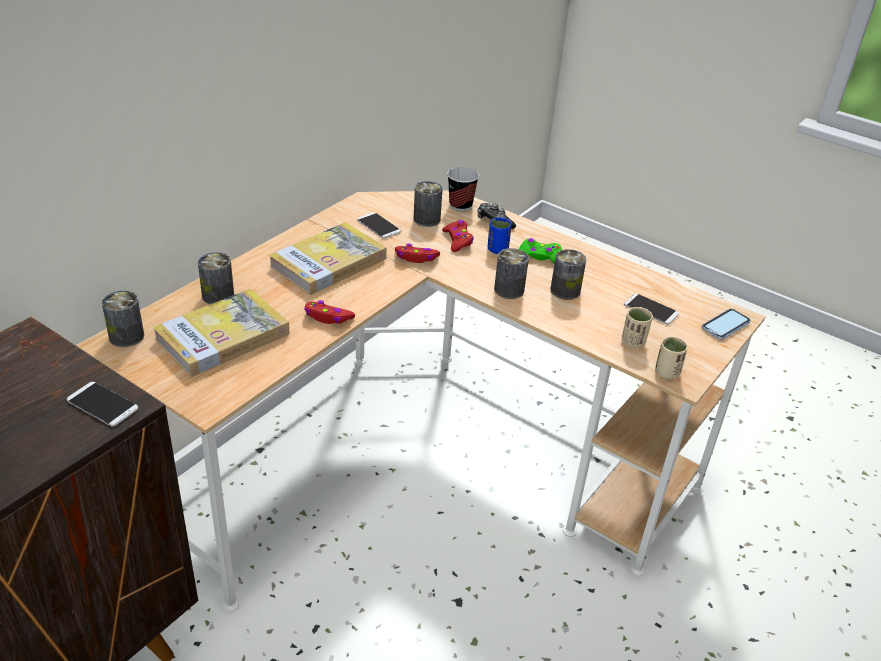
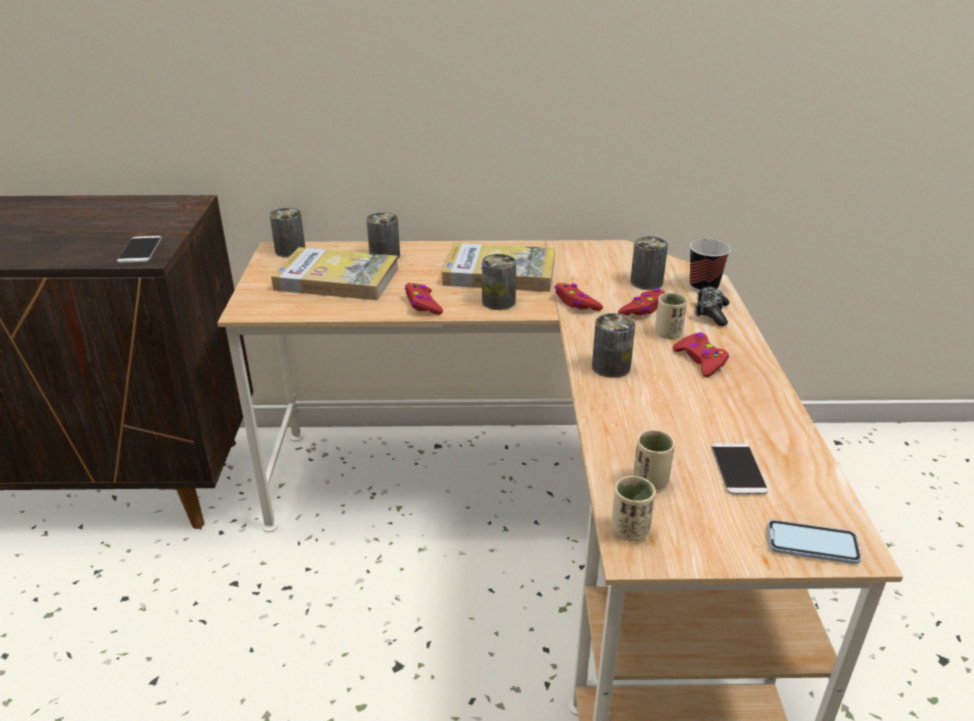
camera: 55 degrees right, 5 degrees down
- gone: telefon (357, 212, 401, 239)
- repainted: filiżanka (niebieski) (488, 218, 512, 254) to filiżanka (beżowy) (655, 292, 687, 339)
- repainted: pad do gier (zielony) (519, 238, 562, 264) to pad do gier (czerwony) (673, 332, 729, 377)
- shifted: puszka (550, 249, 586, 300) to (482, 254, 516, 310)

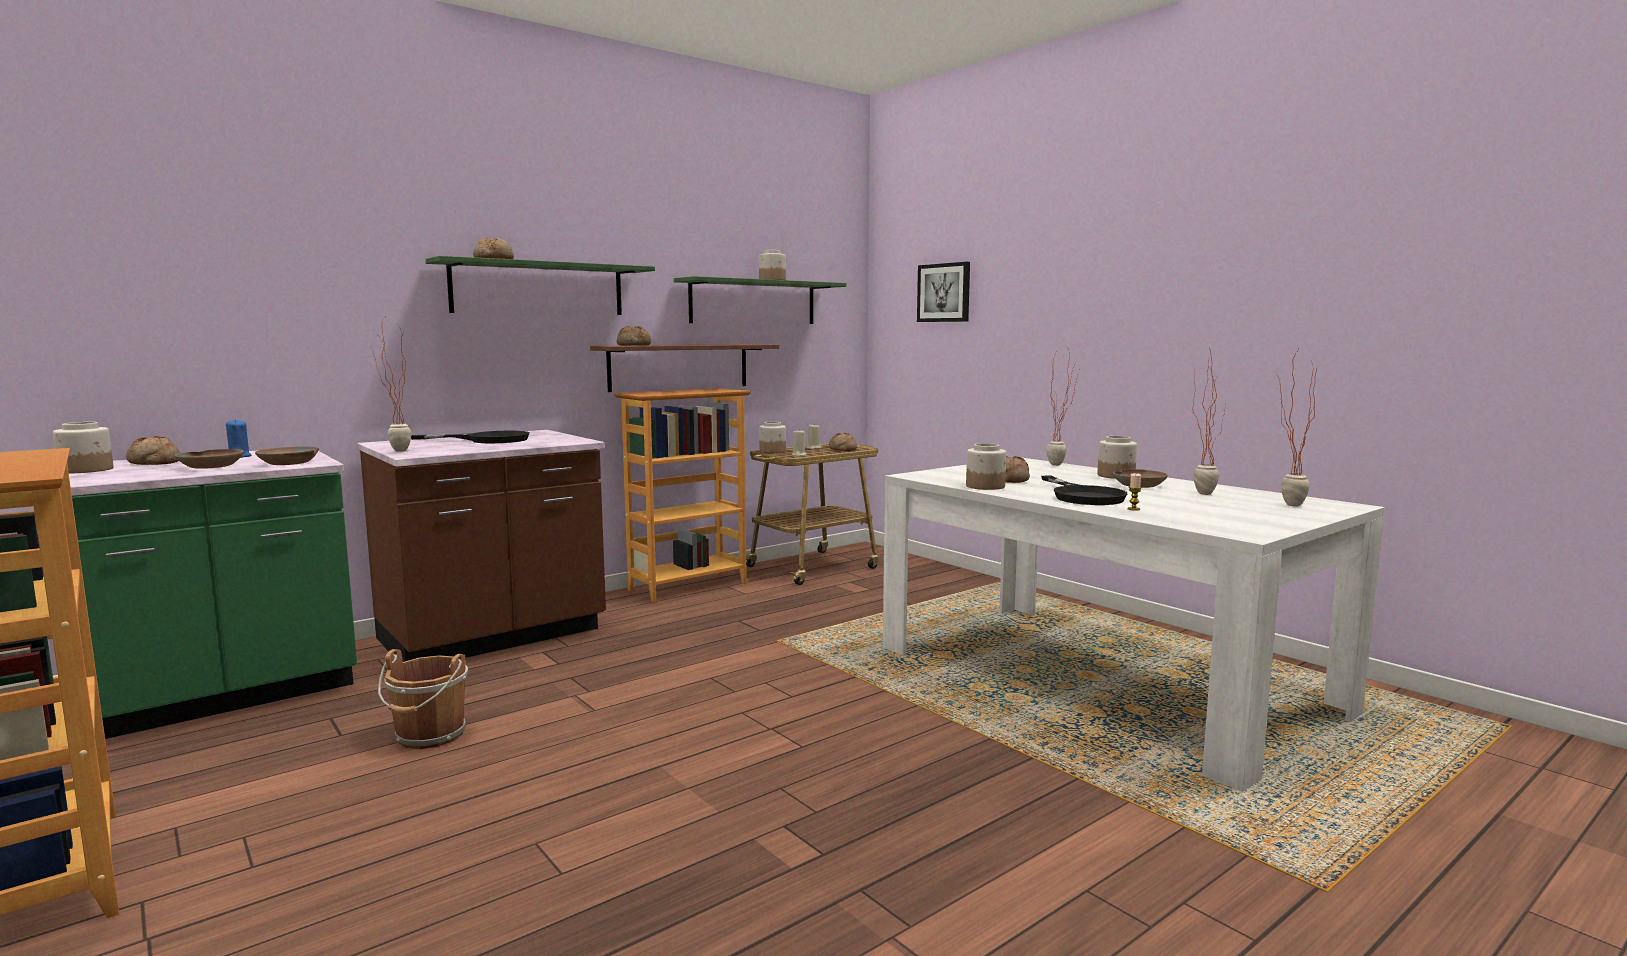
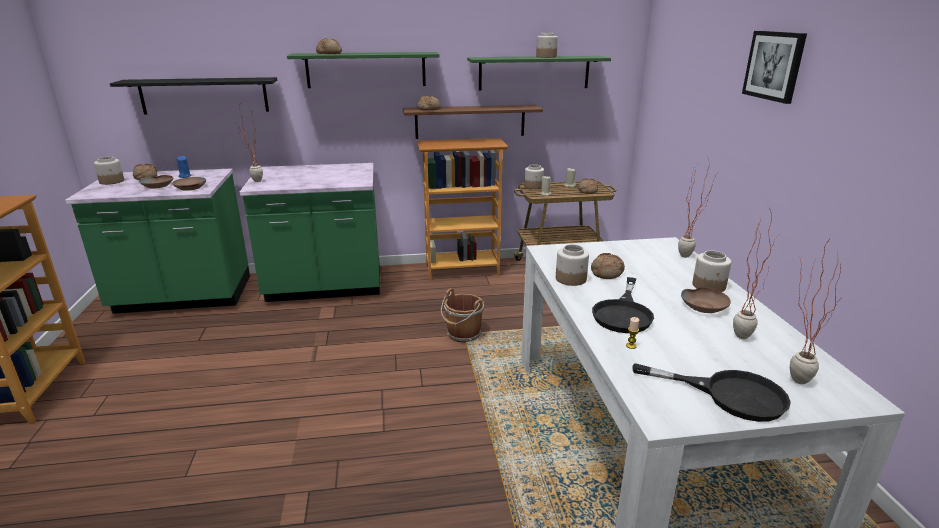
camera: 30 degrees right, 15 degrees up
- repainted: zabudowa kuchenna (brązowy) (357, 430, 606, 662) to zabudowa kuchenna (zielony) (240, 163, 380, 302)
- shifted: wiadro (brązowy) (378, 649, 468, 749) to (441, 288, 484, 343)
- shifted: patelnia (czarny) (411, 431, 530, 443) to (632, 363, 791, 422)
- shifted: obraz (917, 262, 970, 322) to (742, 31, 807, 104)
- new: półka (czarny) (110, 77, 277, 115)

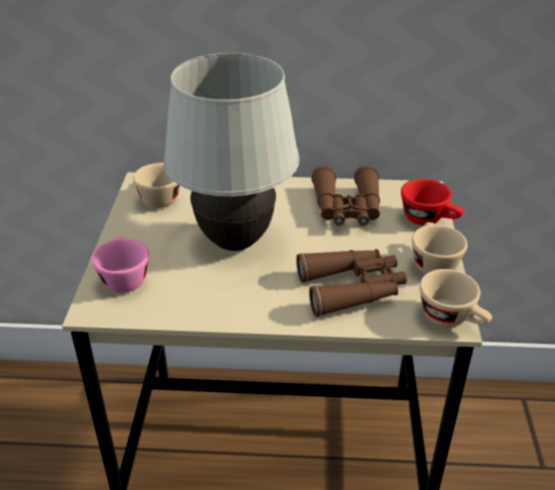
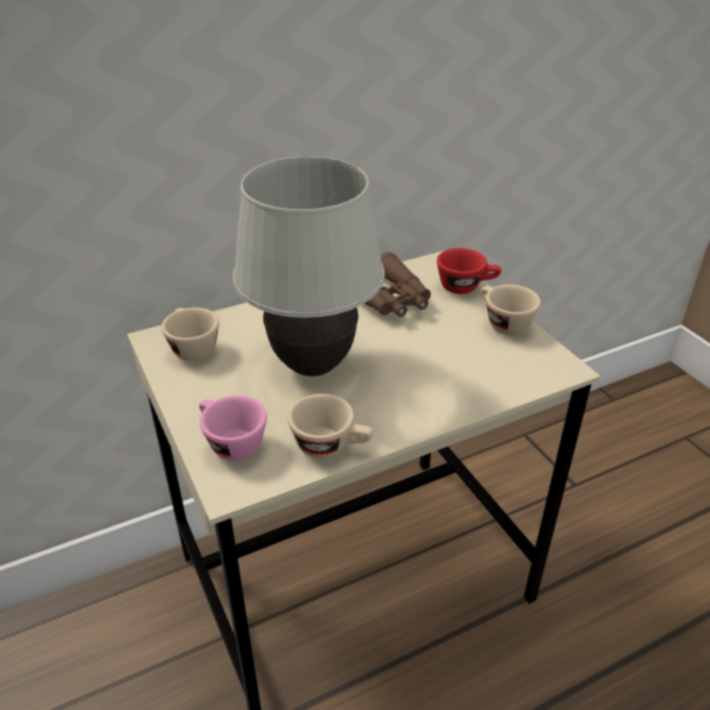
camera: 30 degrees left, 0 degrees up
- gone: lornetka (brązowy) (296, 249, 407, 317)
- shifted: filiżanka (beżowy) (419, 269, 492, 327) to (288, 394, 374, 459)

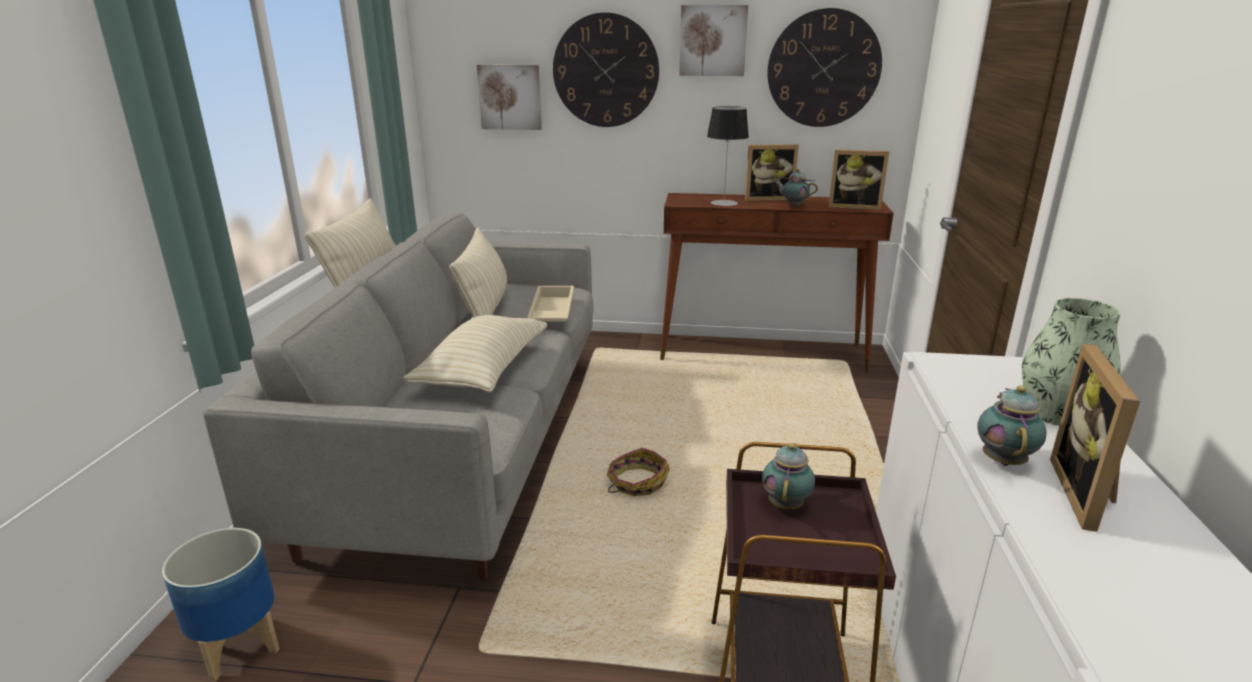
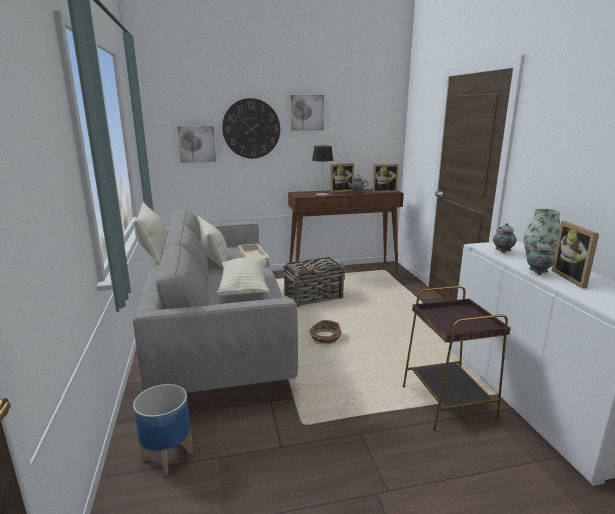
camera: 20 degrees left, 5 degrees down
- shifted: imbryk (762, 443, 815, 509) to (493, 223, 517, 253)
- gone: zegar ścienny (767, 8, 882, 127)
- new: koszyk (283, 257, 345, 307)

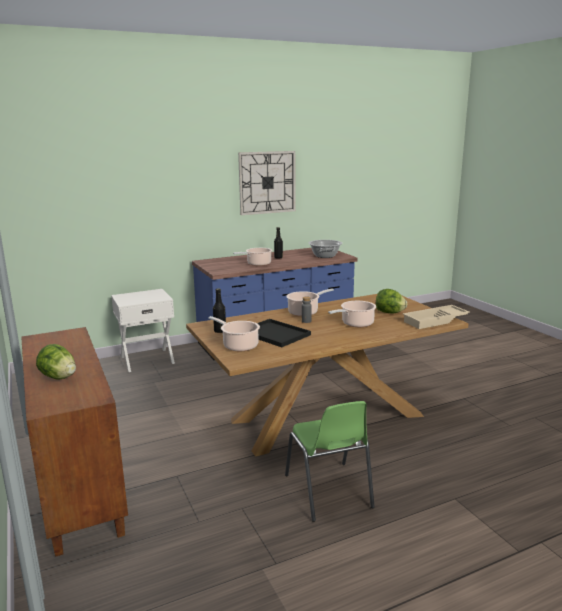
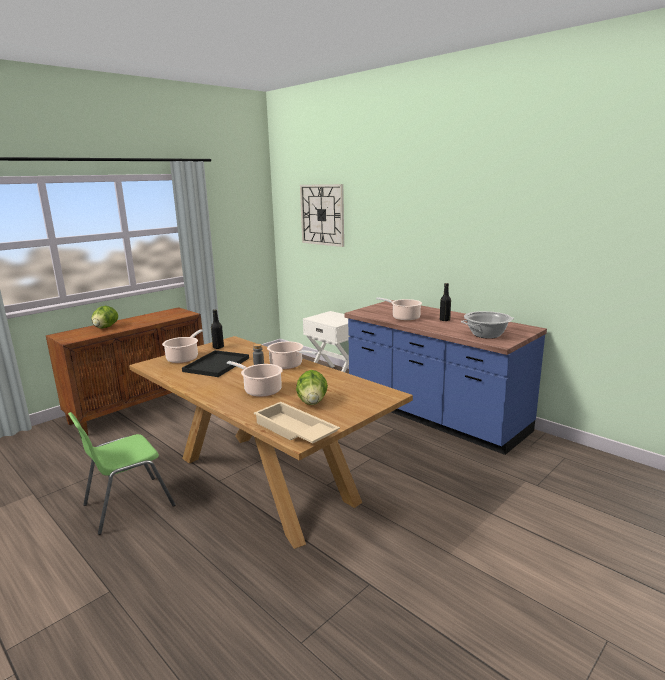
camera: 70 degrees right, 0 degrees up
- shifted: zegar ścienny (238, 151, 295, 215) to (300, 184, 344, 247)

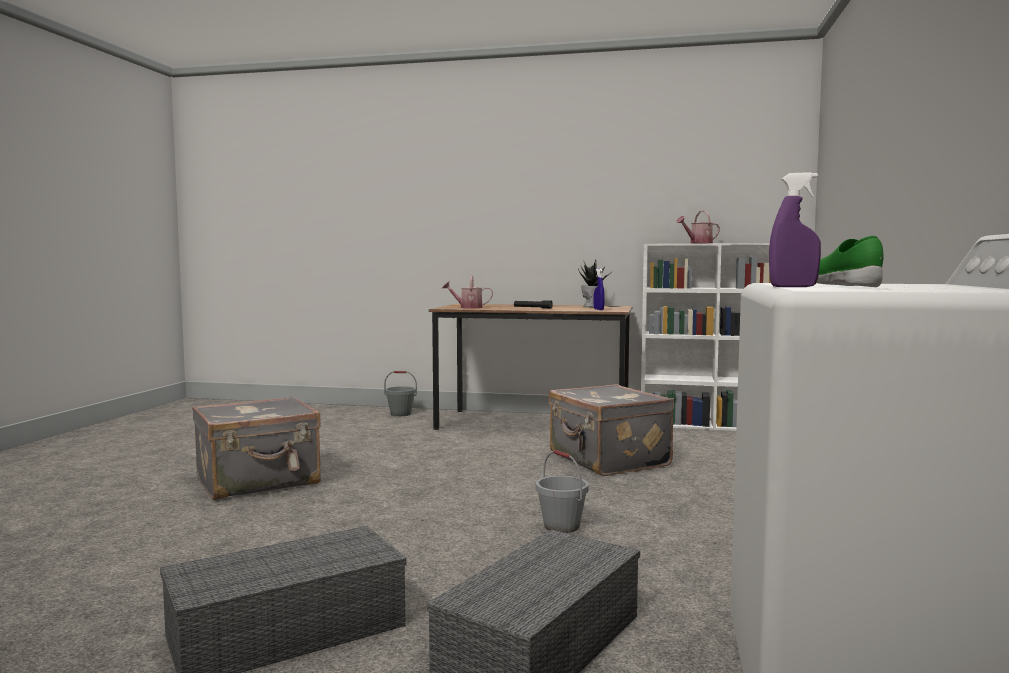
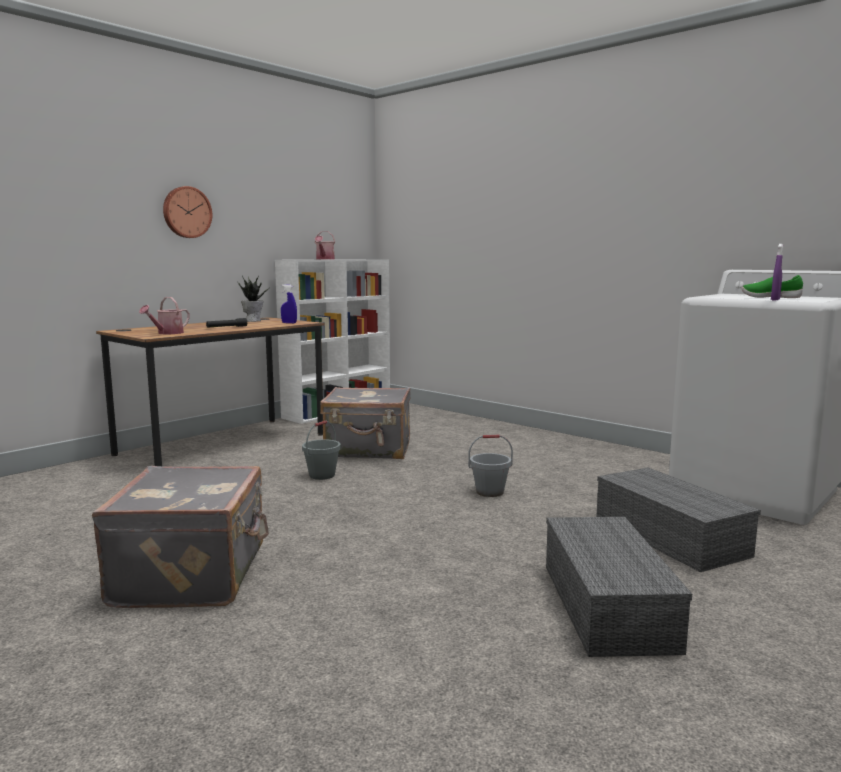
camera: 60 degrees left, 5 degrees up
- shifted: wiadro (szary) (384, 371, 417, 416) to (302, 421, 341, 480)
- new: zegar ścienny (163, 186, 212, 238)

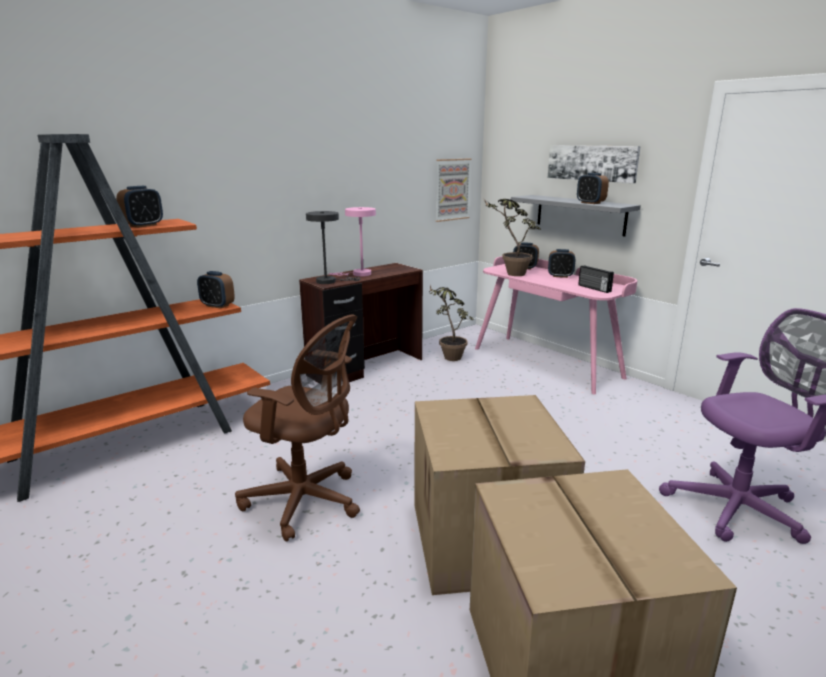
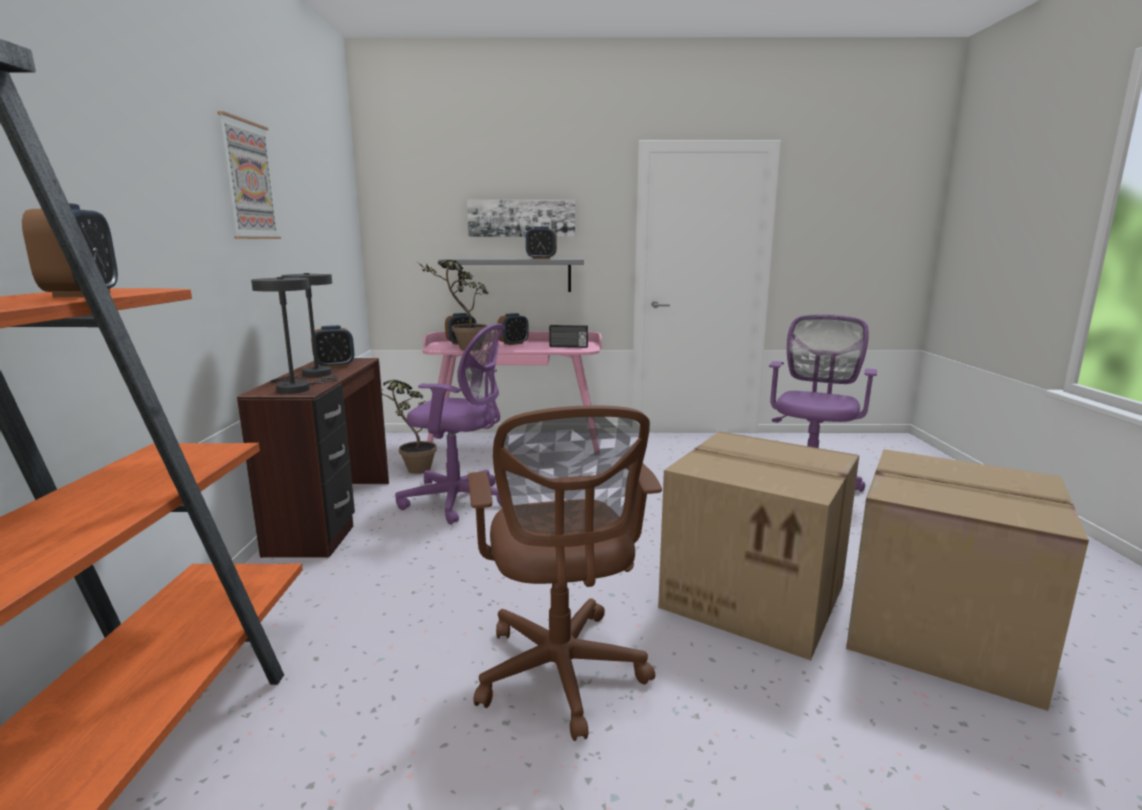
camera: 50 degrees left, 5 degrees down
- shifted: budzik (197, 271, 235, 309) to (311, 325, 354, 367)
- rotated: krzesło biurowe (brązowy) (235, 315, 360, 542) = (468, 405, 662, 741) 105 degrees clockwise
- repainted: lampa stołowa (różowy) (329, 207, 376, 276) to lampa stołowa (szary) (270, 273, 332, 383)
- shifted: obraz (436, 158, 472, 222) to (217, 111, 281, 239)
- new: krzesło biurowe (fioletowy) (395, 323, 505, 524)

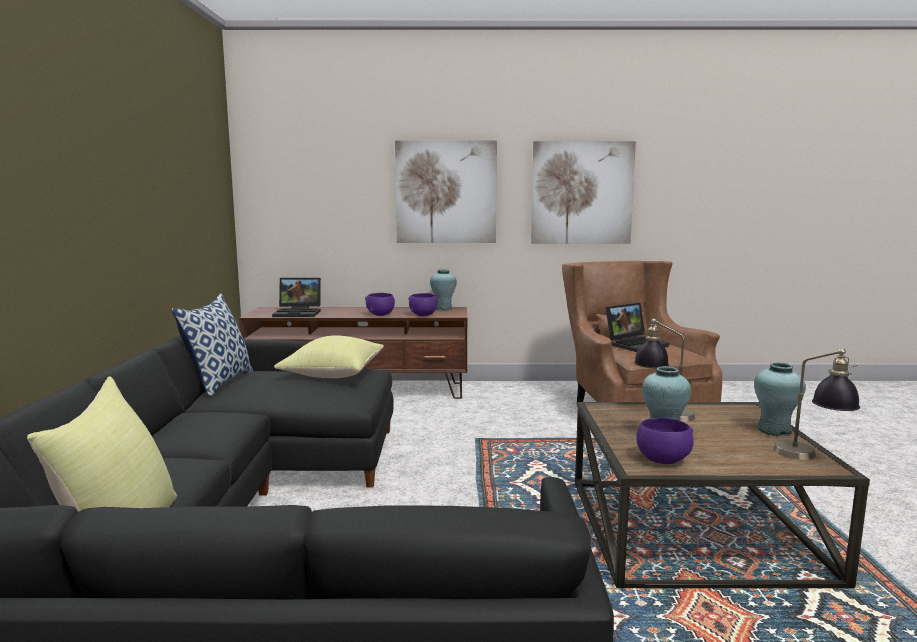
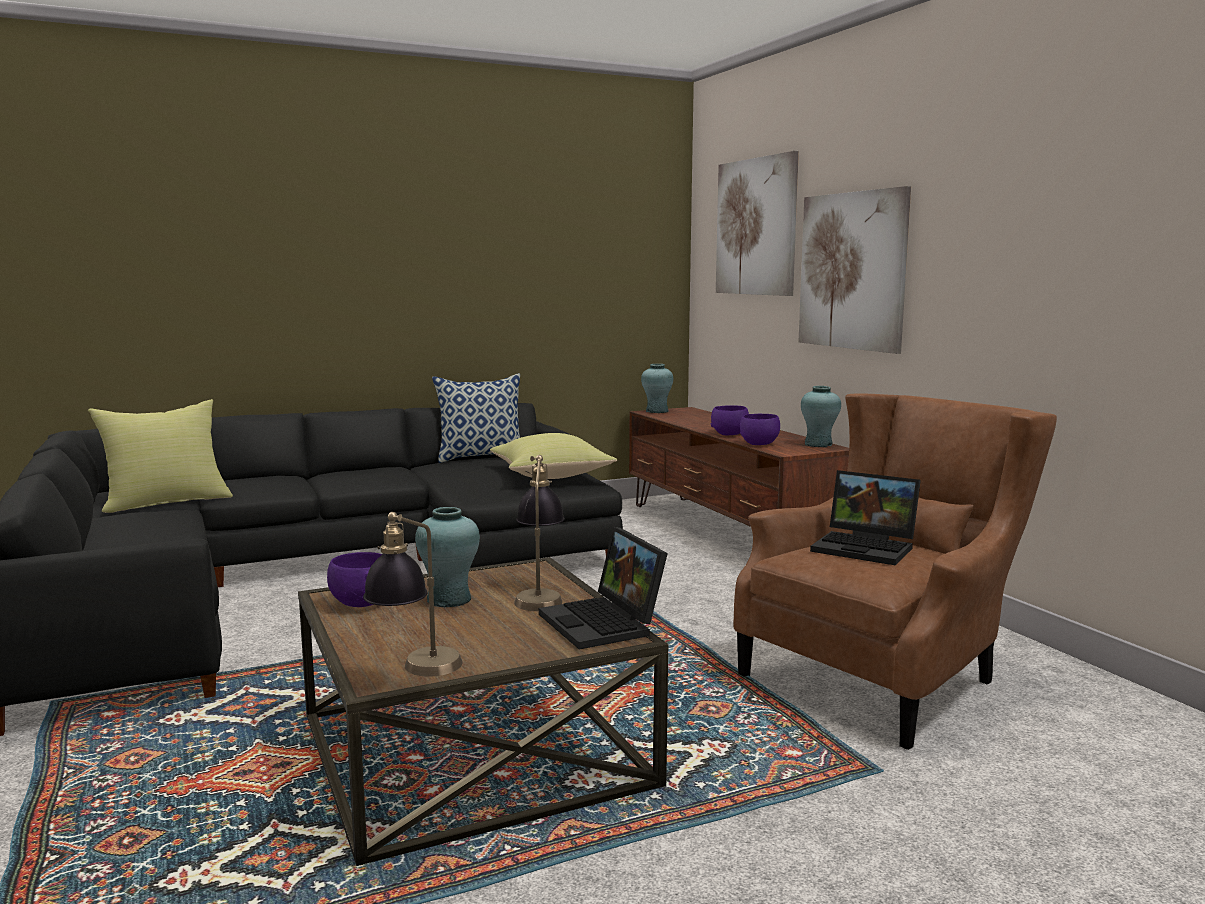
camera: 65 degrees right, 0 degrees up
- shifted: laptop (272, 278, 321, 317) to (539, 527, 668, 649)
- shifted: obraz (531, 141, 636, 244) to (716, 151, 799, 296)
- shifted: wazon (turkusowy) (754, 362, 806, 436) to (641, 364, 673, 413)

